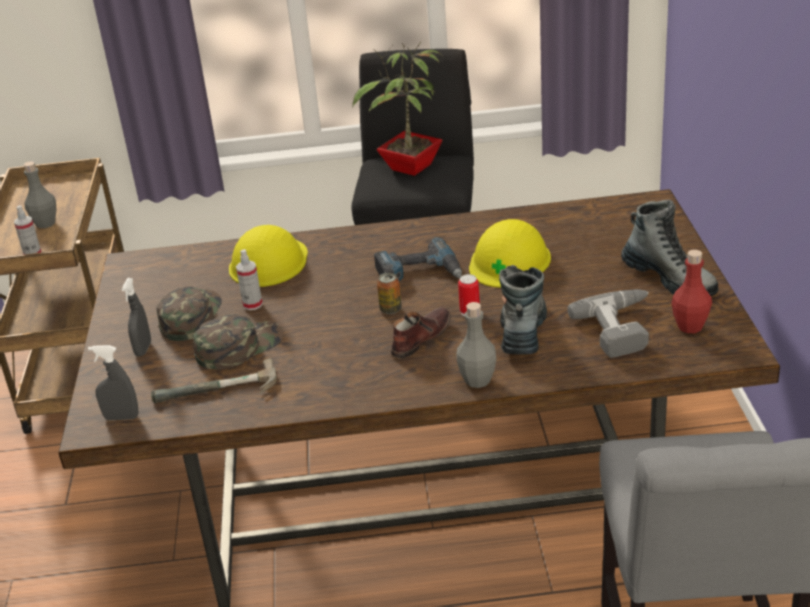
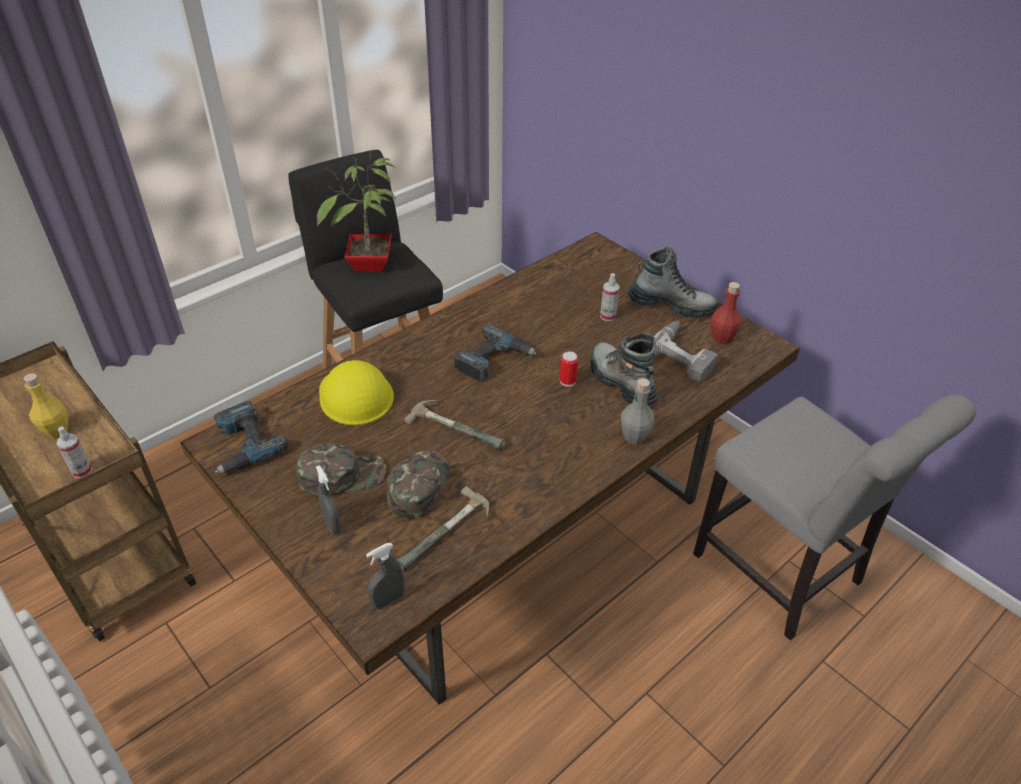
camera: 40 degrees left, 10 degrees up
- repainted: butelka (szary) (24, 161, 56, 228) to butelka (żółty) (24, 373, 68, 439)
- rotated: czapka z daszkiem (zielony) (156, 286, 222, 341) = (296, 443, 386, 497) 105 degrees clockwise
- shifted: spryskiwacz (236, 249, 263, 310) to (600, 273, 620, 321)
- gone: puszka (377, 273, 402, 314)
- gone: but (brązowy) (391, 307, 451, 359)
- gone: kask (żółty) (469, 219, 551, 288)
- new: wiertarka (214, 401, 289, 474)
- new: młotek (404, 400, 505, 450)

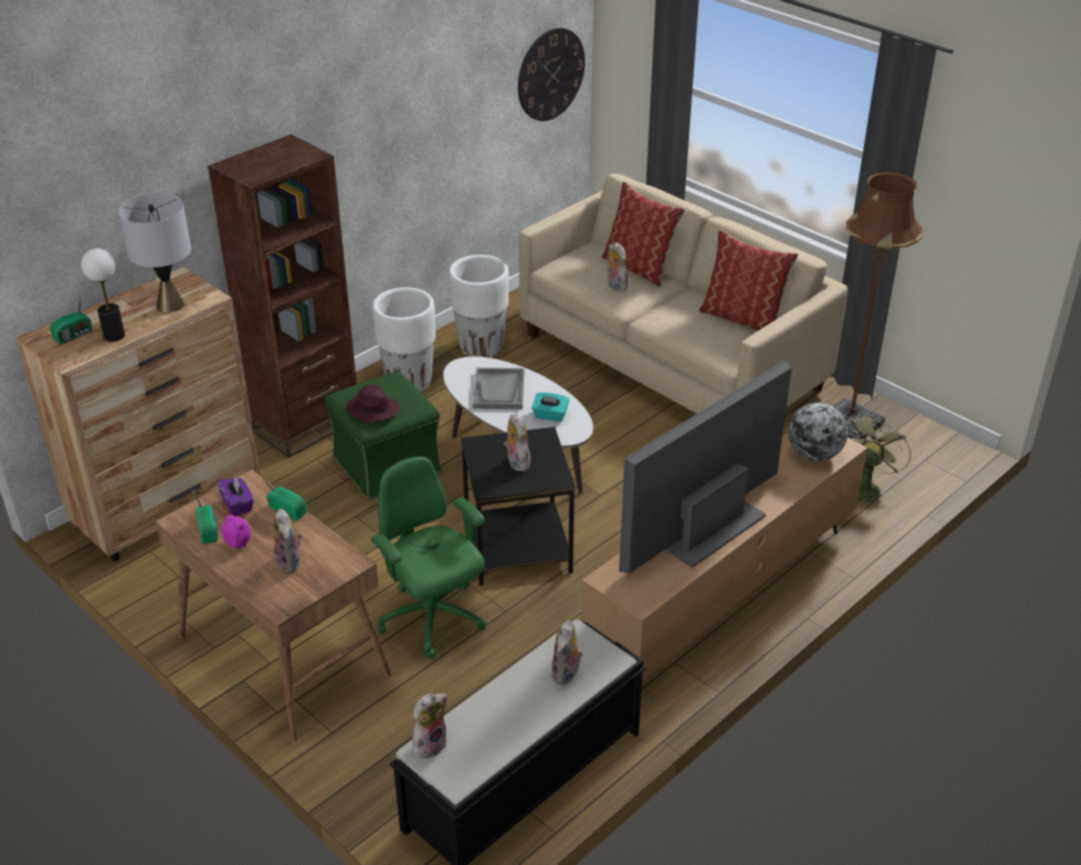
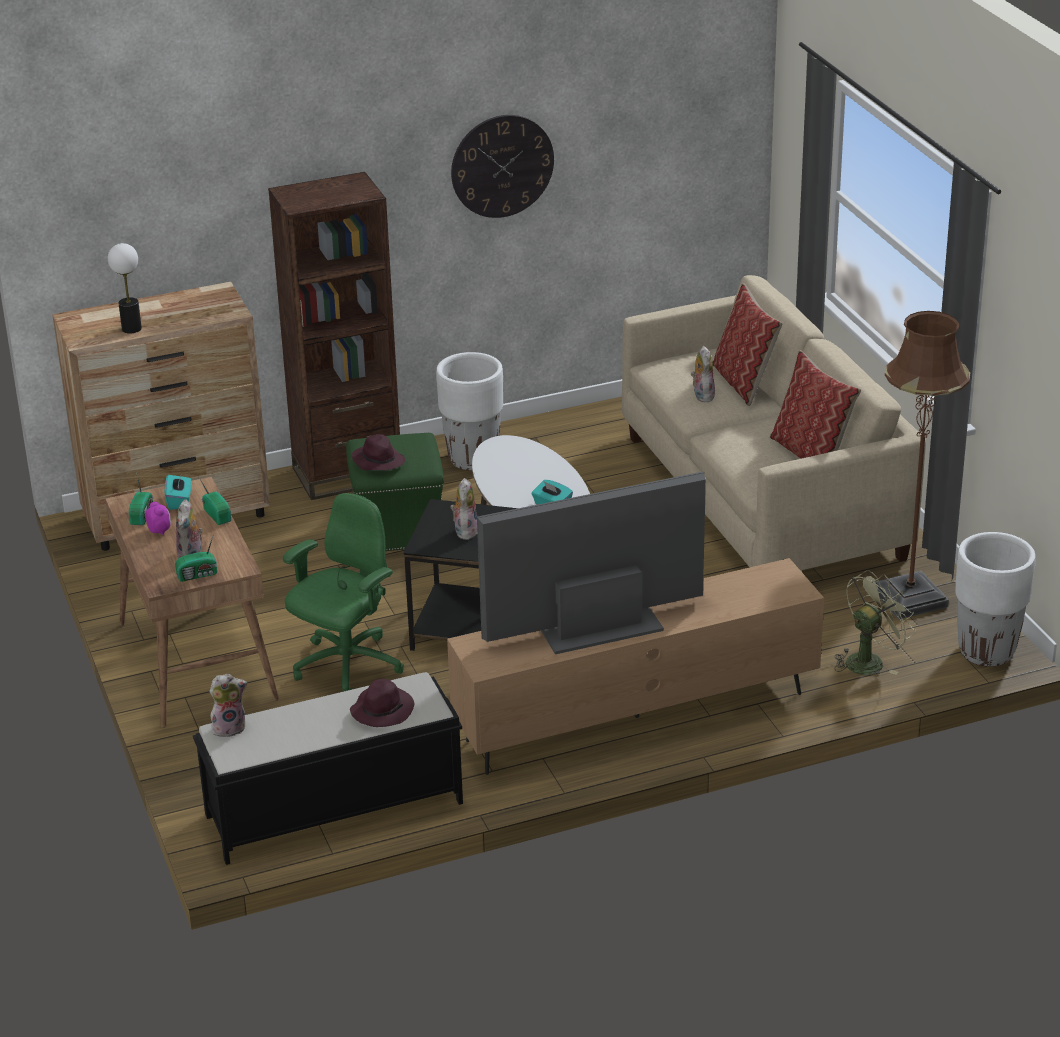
camera: 25 degrees right, 5 degrees down
- shifted: radio (50, 295, 92, 344) to (175, 534, 217, 582)
- gone: lampa stołowa (szary) (119, 193, 191, 313)
- repainted: pudełko chusteczek (fioletowy) (217, 475, 254, 516) to pudełko chusteczek (turkusowy) (165, 475, 192, 510)
- rotated: krzesło biurowe (zielony) (371, 456, 487, 659) = (283, 493, 404, 692) 45 degrees clockwise
- shifted: donica (biały) (449, 255, 509, 358) to (955, 532, 1036, 667)
- gone: taca (szary) (473, 368, 524, 409)
- shifted: zegar ścienny (518, 28, 585, 121) to (451, 115, 554, 218)
- swapped: pluszak (551, 620, 583, 685) to kapelusz (fioletowy) (350, 679, 414, 727)
- gone: globus (788, 402, 848, 461)

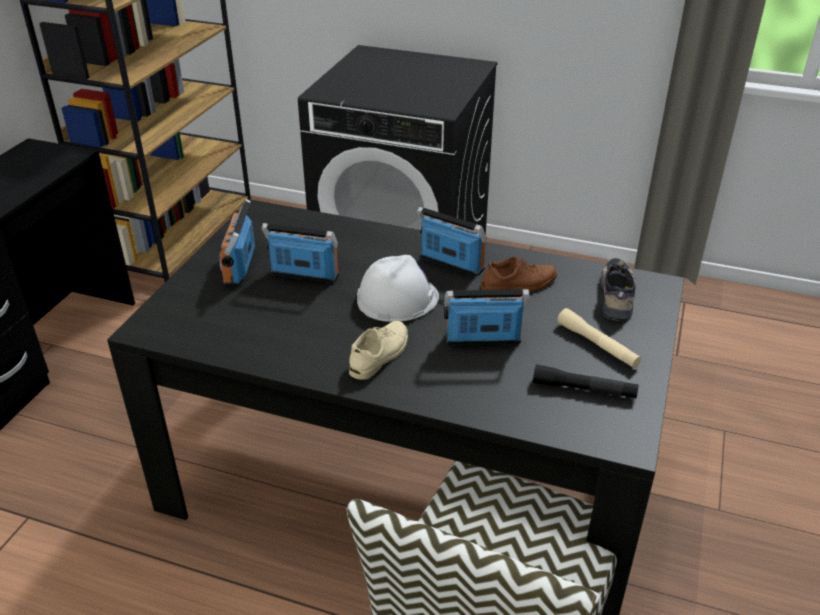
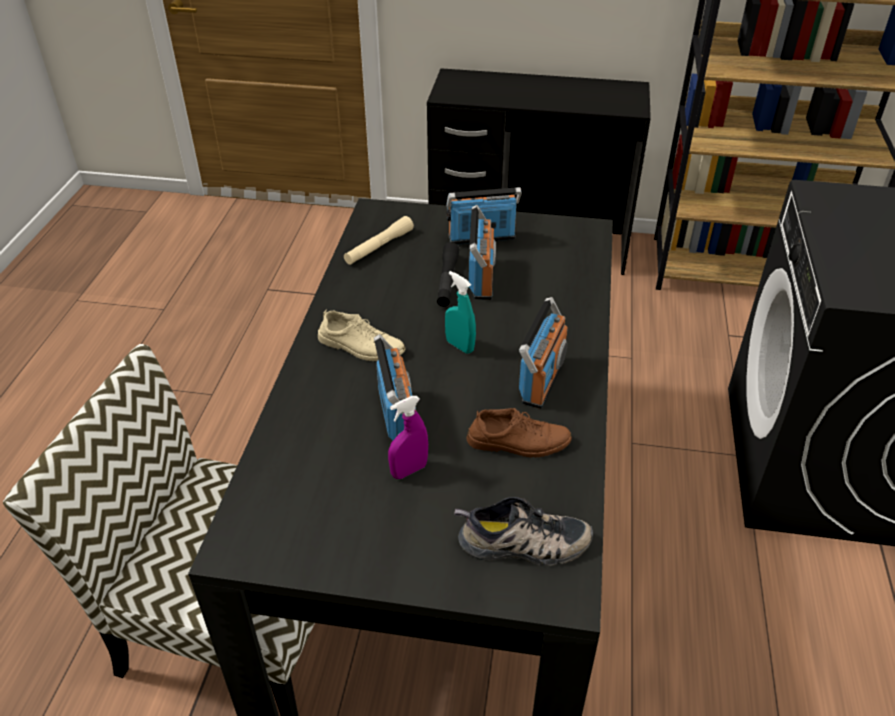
camera: 80 degrees right, 5 degrees up
- swapped: kask (biały) (357, 255, 439, 322) to spryskiwacz (turkusowy) (445, 271, 476, 354)
- rotated: but (brązowy) (480, 256, 557, 291) = (467, 408, 572, 458) 60 degrees counterclockwise
- shifted: latarka (czarny) (533, 364, 639, 398) to (437, 242, 459, 307)
- shifted: latarka (beżowy) (557, 308, 641, 368) to (344, 216, 414, 265)
- new: spryskiwacz (fioletowy) (388, 396, 428, 479)

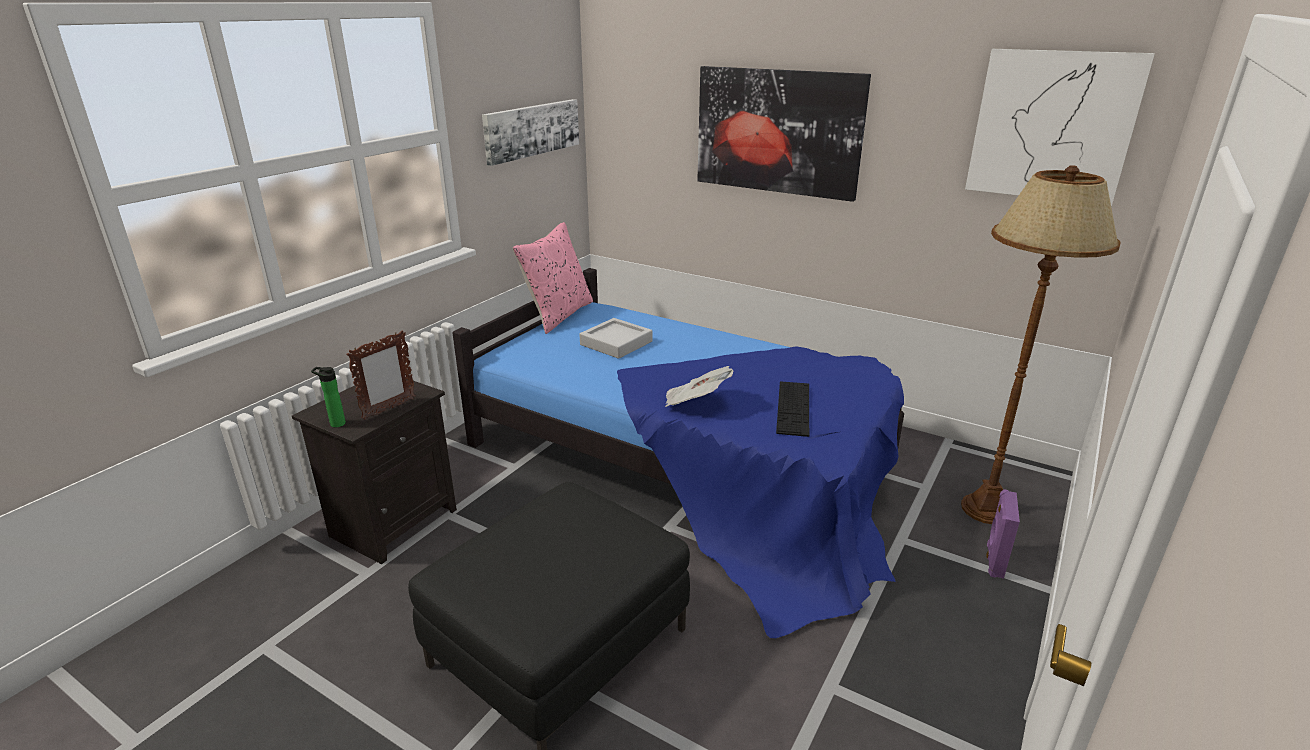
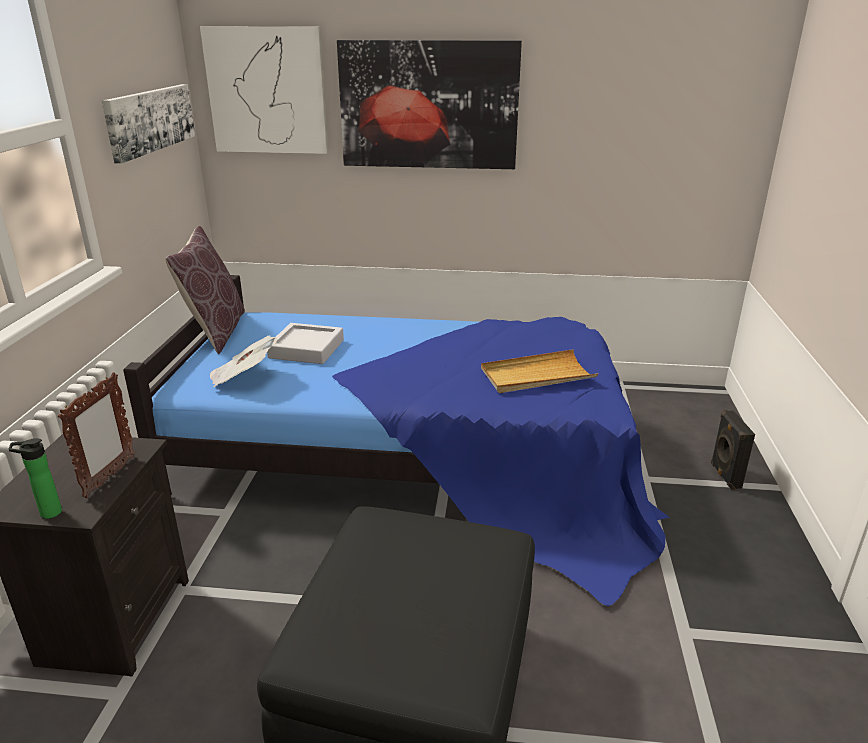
camera: 25 degrees left, 0 degrees up
- repainted: poduszka (różowy) (513, 222, 593, 334) to poduszka (brązowy) (165, 226, 245, 354)
- shifted: gazeta (665, 366, 734, 407) to (210, 335, 277, 387)
- swapped: klawiatura (776, 381, 809, 437) to taca (beżowy) (481, 349, 598, 393)
- gone: lampa stojąca (brązowy) (961, 165, 1121, 524)
- shifted: obraz (965, 49, 1155, 206) to (200, 26, 328, 154)
- repainted: głośnik (fioletowy) (986, 489, 1020, 579) to głośnik (czarny) (711, 410, 755, 490)

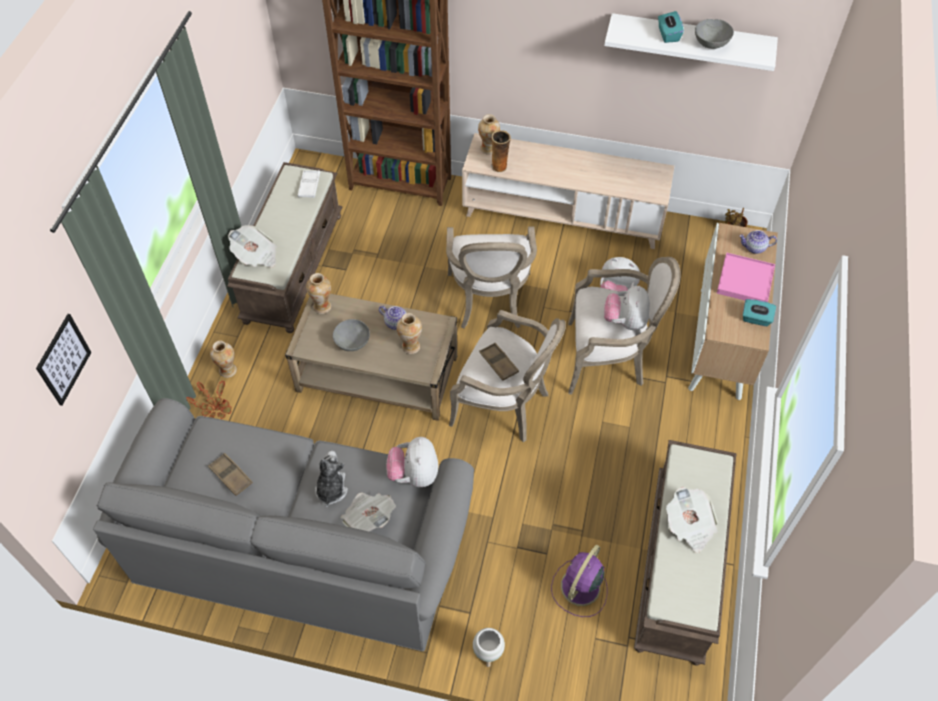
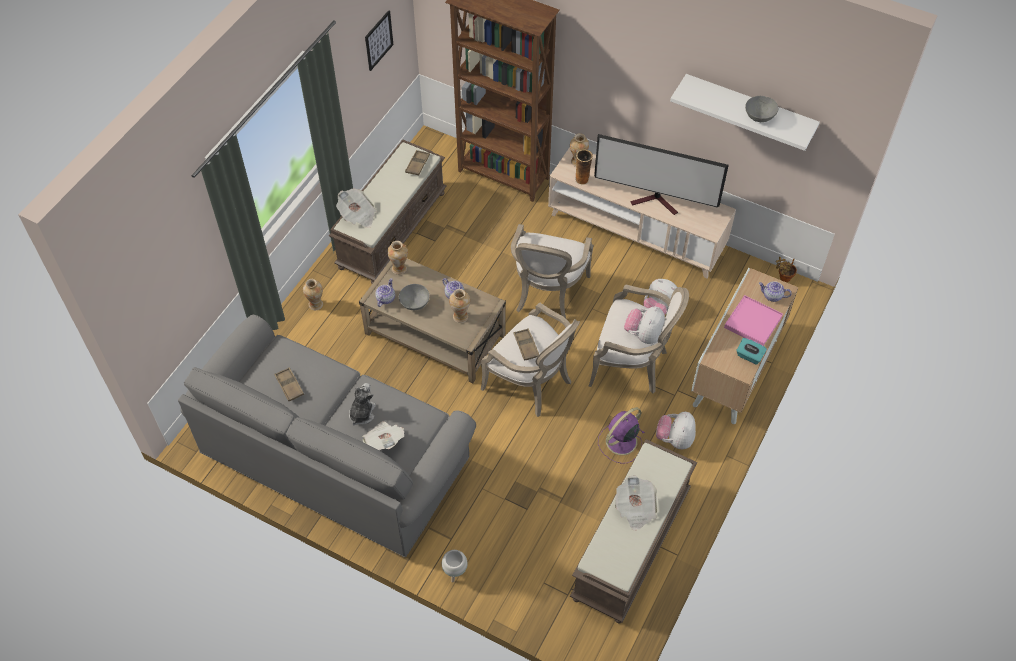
camera: 15 degrees right, 0 degrees up
- shifted: obraz (36, 314, 91, 406) to (365, 10, 394, 71)
- gone: roślina doniczkowa (186, 381, 231, 419)
- repainted: taca (biały) (298, 170, 320, 198) to taca (brązowy) (405, 150, 430, 175)
- shifted: pluszak (387, 437, 439, 487) to (656, 412, 696, 449)
- shifted: wentylator (fioletowy) (551, 545, 608, 617) to (598, 407, 645, 464)
- gone: pudełko chusteczek (turkusowy) (658, 11, 684, 43)
- new: imbryk (375, 278, 395, 307)
- new: telewizor (594, 134, 729, 215)

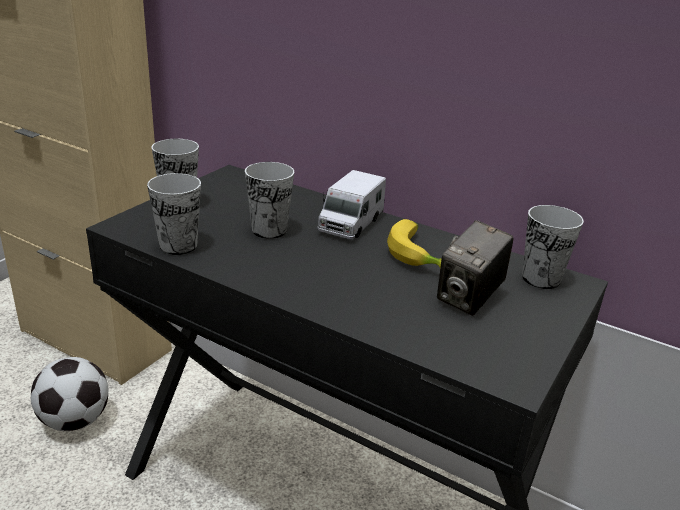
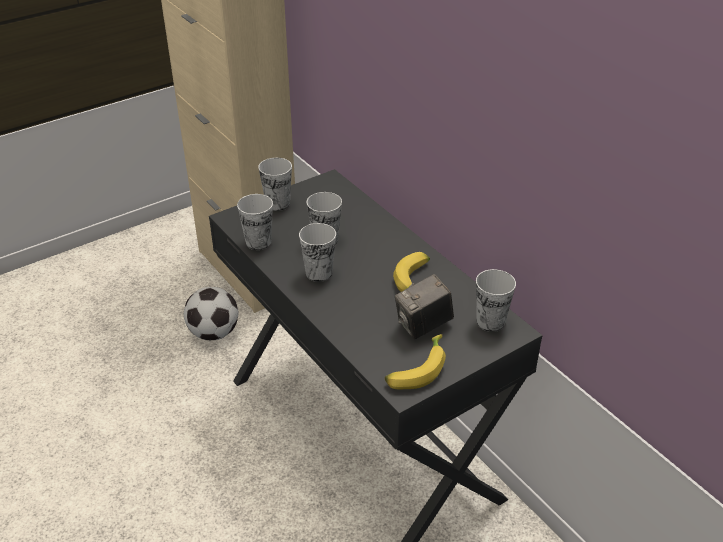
camera: 25 degrees right, 10 degrees up
- gone: ciężarówka zabawkowa (317, 170, 386, 239)
- new: filiżanka (299, 223, 336, 282)
- new: banan (385, 334, 446, 389)

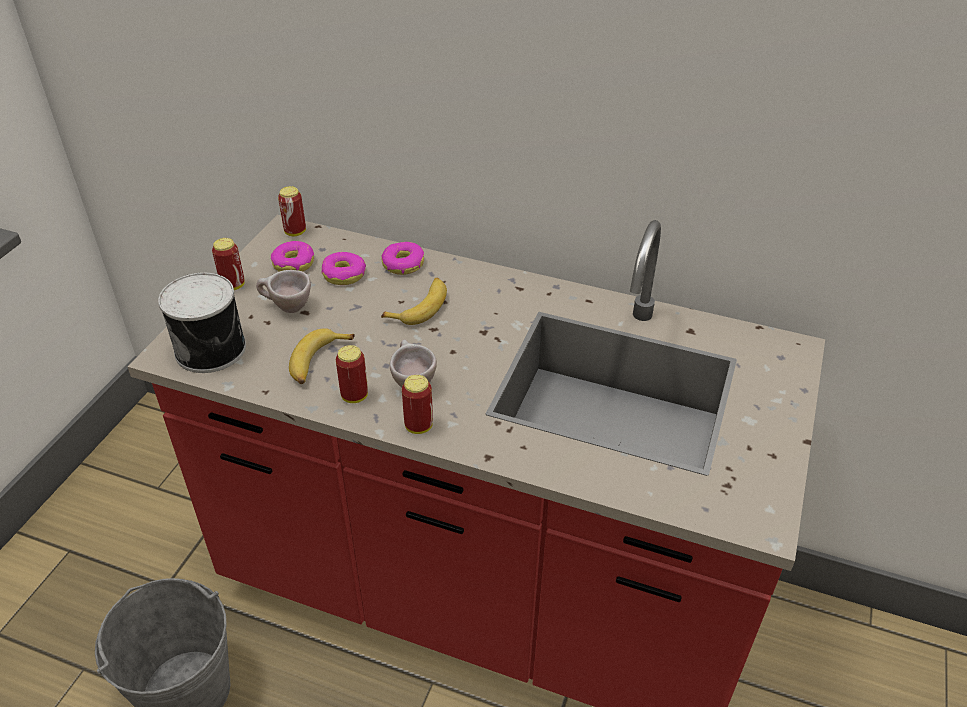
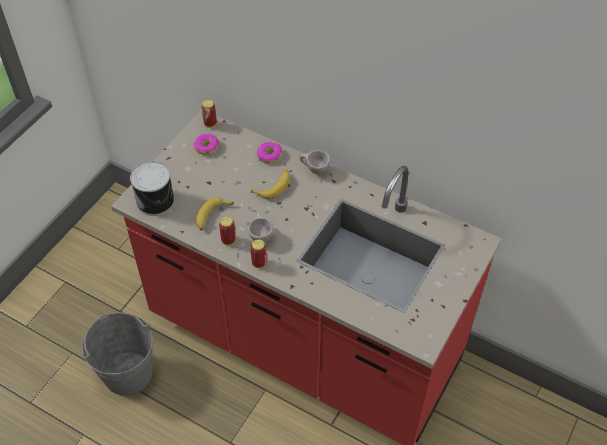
camera: 10 degrees right, 10 degrees up
- gone: puszka (212, 238, 245, 290)
- shifted: filiżanka (beżowy) (256, 270, 311, 313) to (299, 150, 330, 174)
- gone: donut (322, 252, 366, 285)

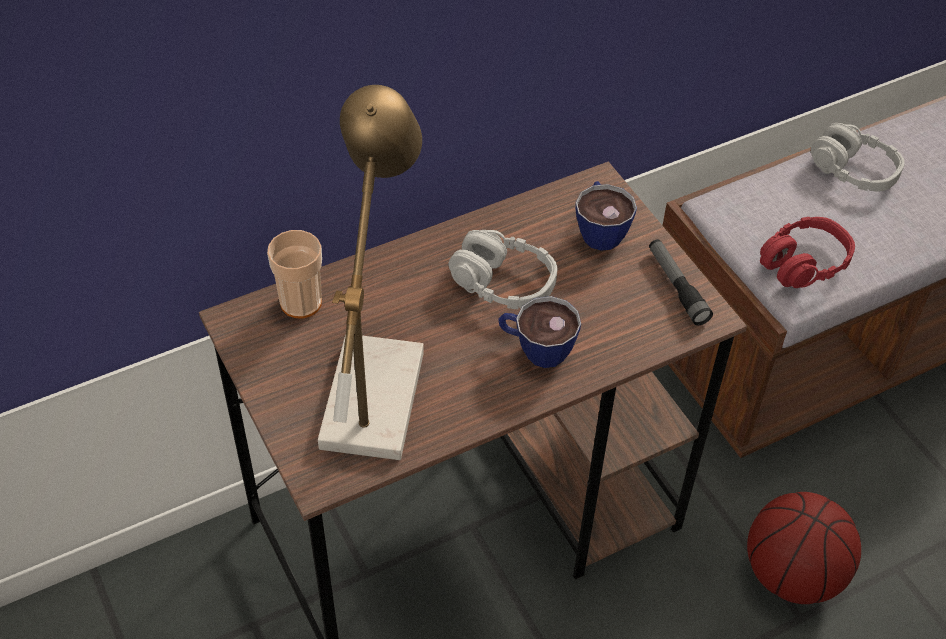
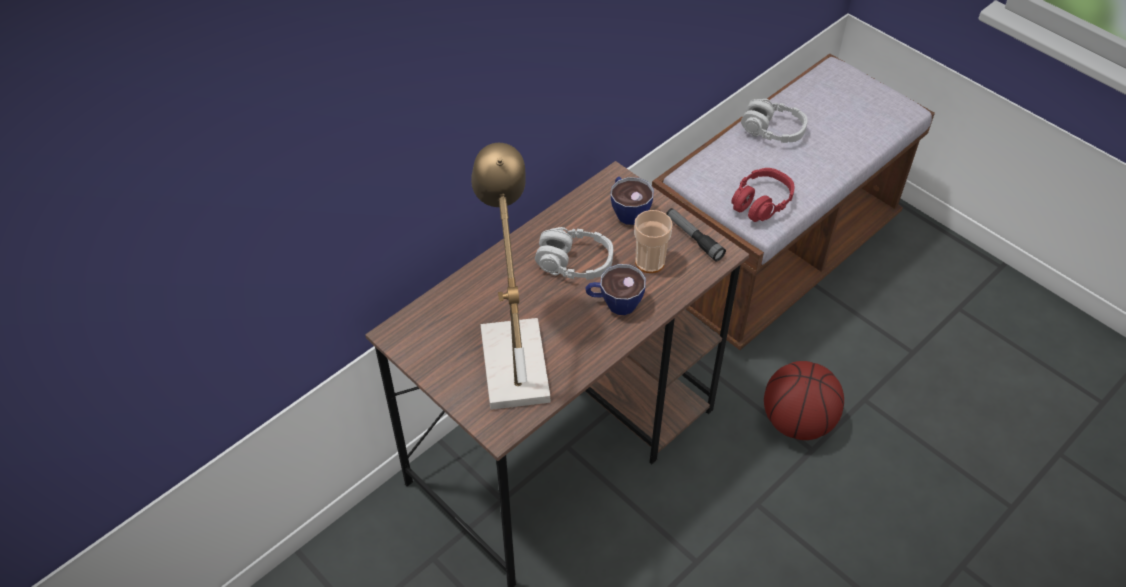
camera: 15 degrees left, 0 degrees up
- shifted: filiżanka (267, 230, 322, 318) to (634, 210, 673, 273)

